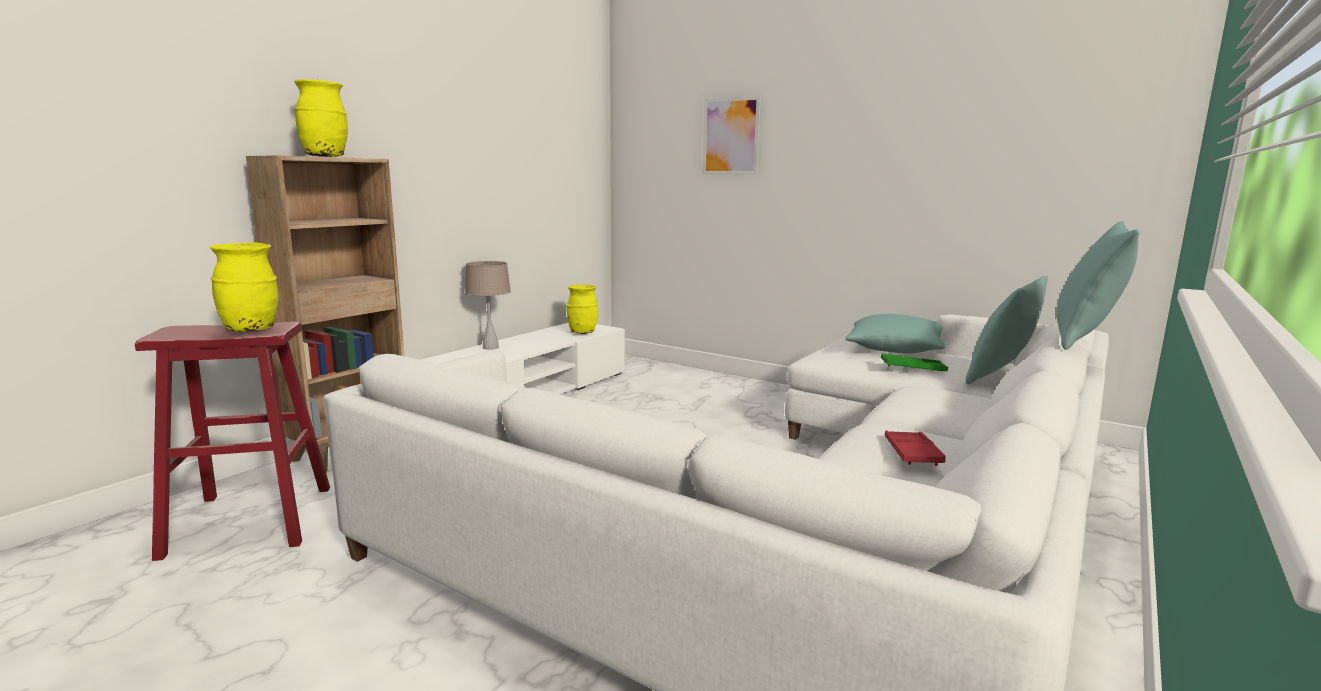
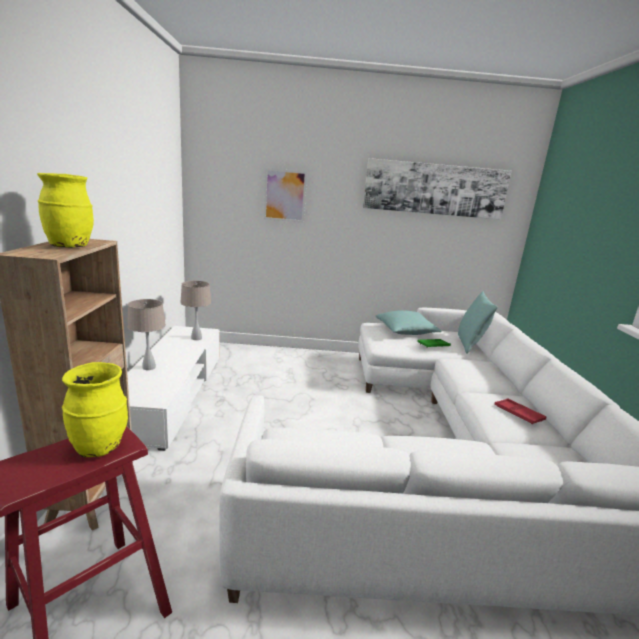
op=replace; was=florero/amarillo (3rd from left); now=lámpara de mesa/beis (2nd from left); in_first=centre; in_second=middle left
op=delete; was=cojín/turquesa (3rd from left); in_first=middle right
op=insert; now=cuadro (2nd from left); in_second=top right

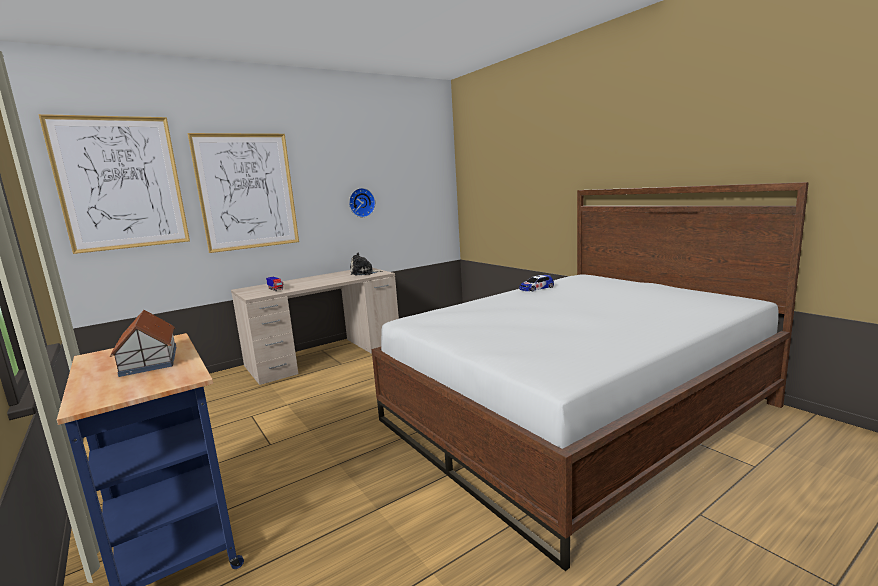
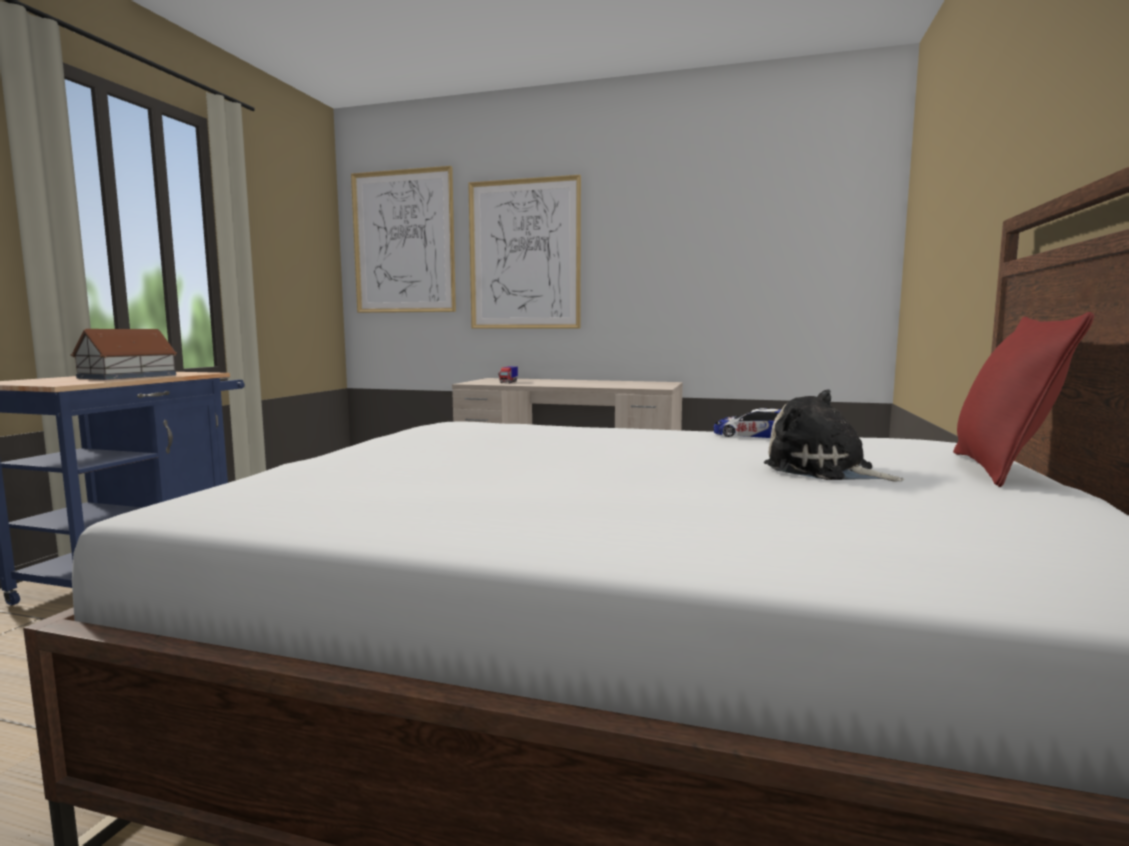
op=delete; was=reloj de pared; in_first=centre
op=move; was=peluche; in_first=centre; in_second=middle right
op=insert; now=cojín/rojo; in_second=middle right

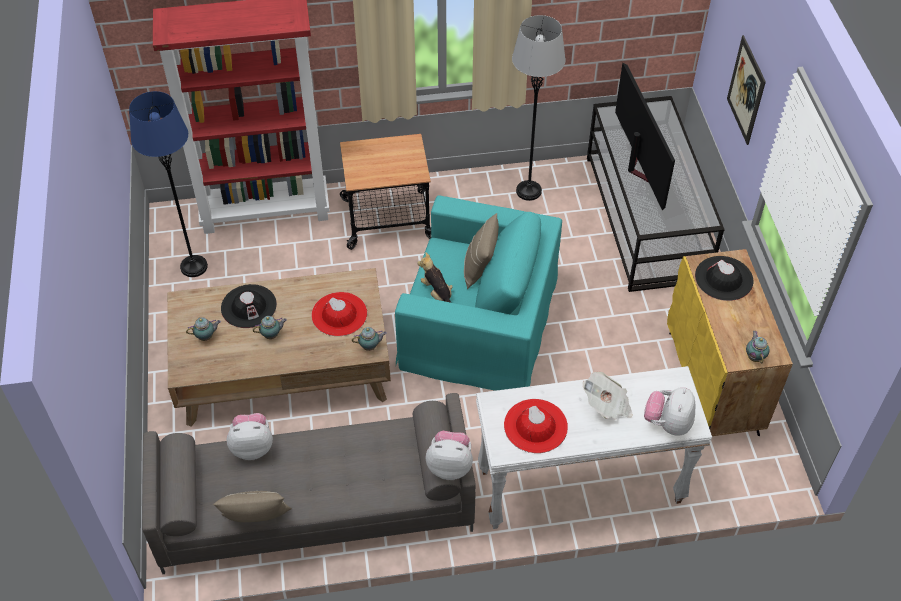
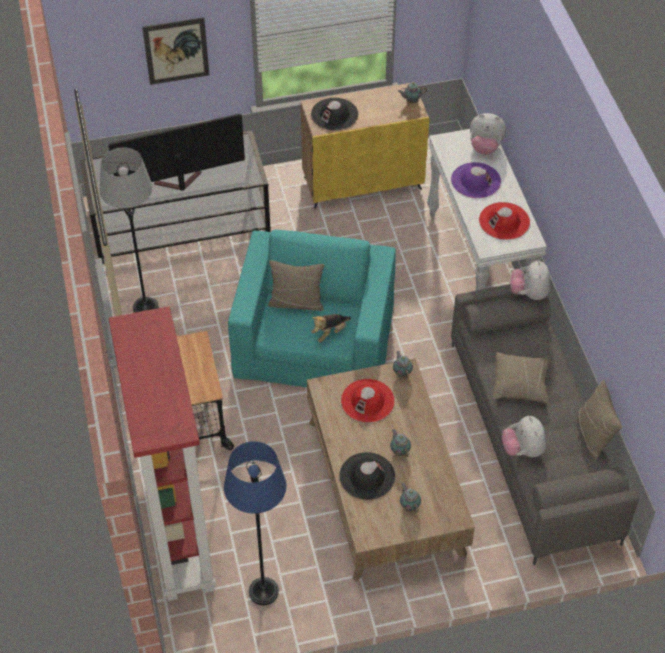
op=replace; was=periódico; now=sombrero/morado; in_first=middle right; in_second=top right
op=insert; now=cojín/beis (2nd from left); in_second=middle right

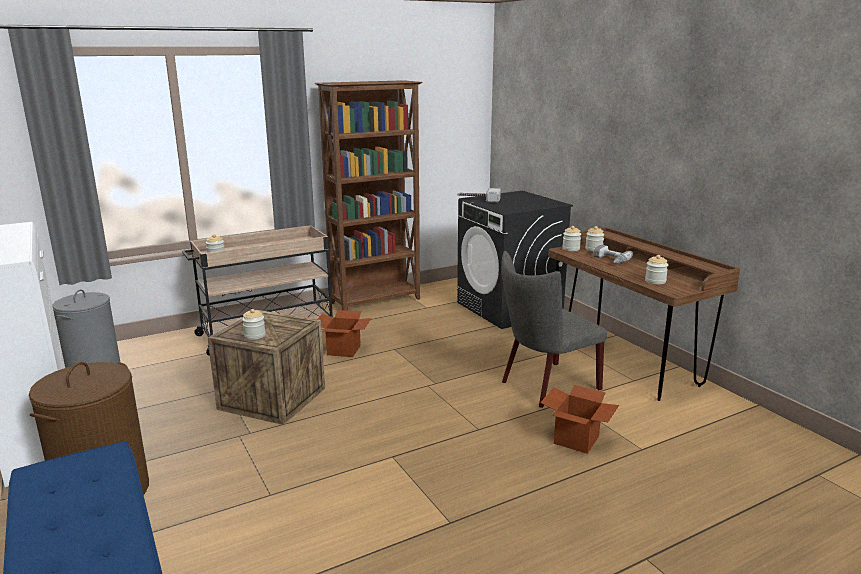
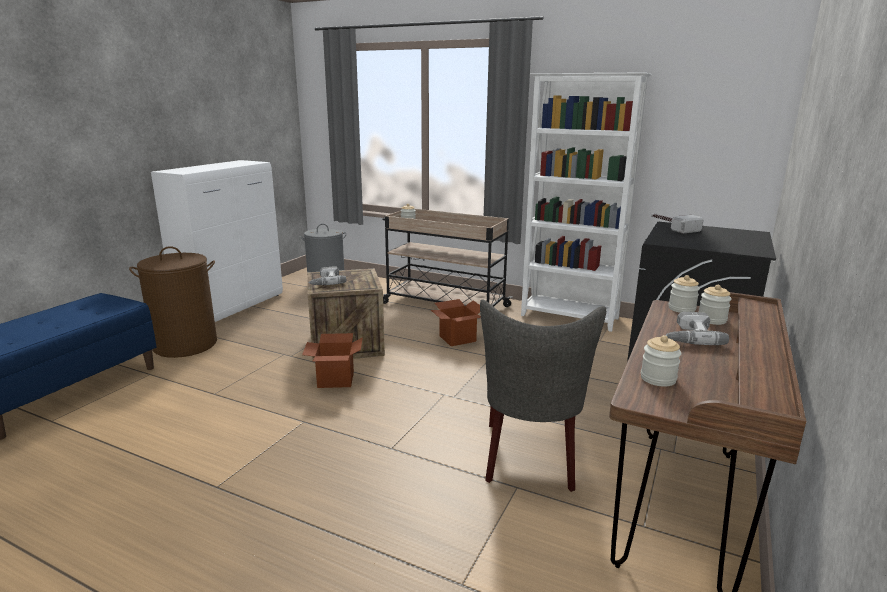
op=replace; was=tarro (2nd from left); now=taladro (1st from left); in_first=middle left; in_second=centre
op=recolor; was=estantería/marrón; now=estantería/blanco; in_first=centre; in_second=centre
op=rotate; was=silla/gris; in_first=centre; in_second=bottom centre; clockwise=-105
op=move; was=caja de cartón (2nd from left in the first image); now=caja de cartón (1st from left); in_first=bottom right; in_second=centre

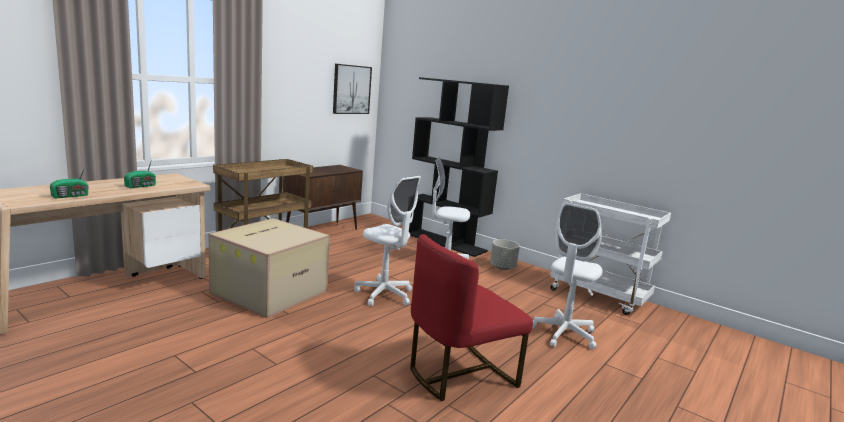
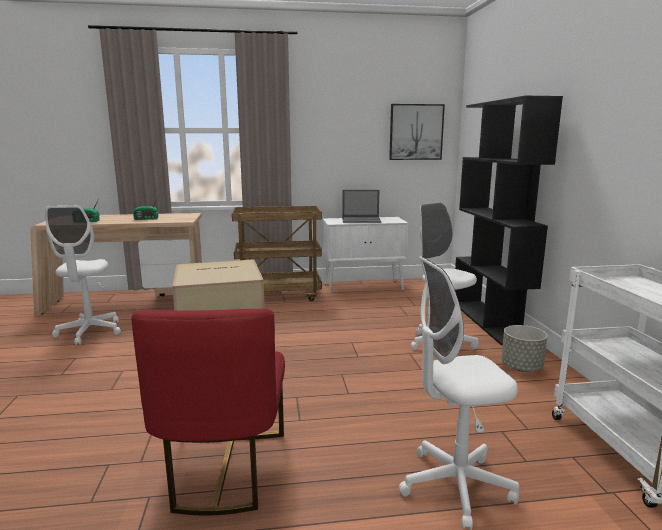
op=recolor; was=armario/marrón; now=armario/blanco; in_first=centre; in_second=centre
op=move; was=silla de oficina/blanco (1st from left); in_first=centre; in_second=middle left
op=rotate; was=silla/rojo; in_first=bottom centre; in_second=bottom left; clockwise=-105
op=insert; now=portátil; in_second=centre

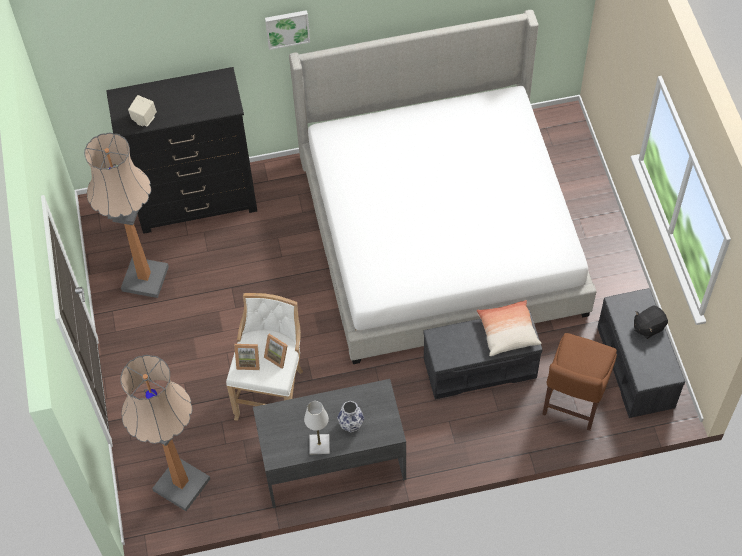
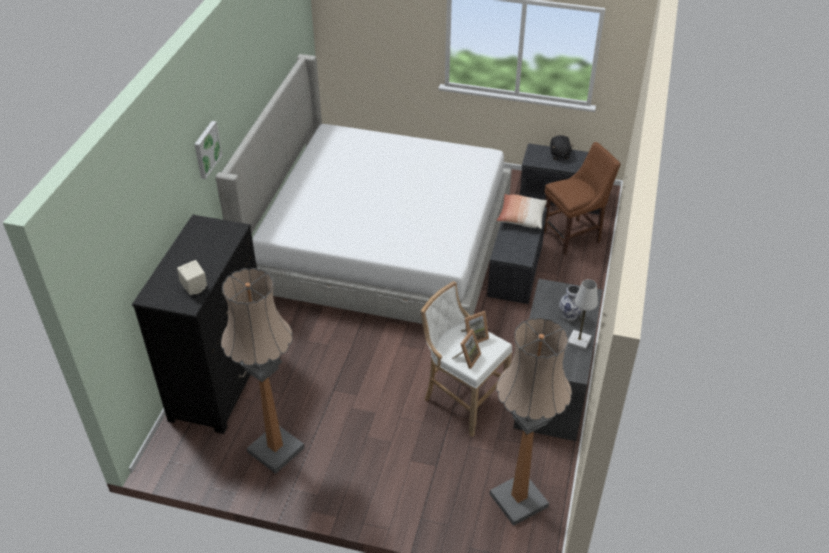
op=rotate; was=silla/marrón; in_first=bottom right; in_second=middle right; clockwise=-75

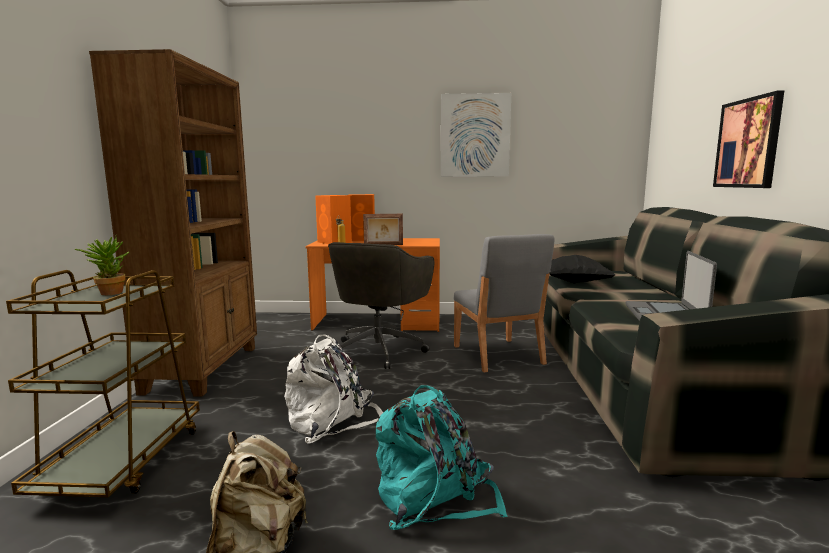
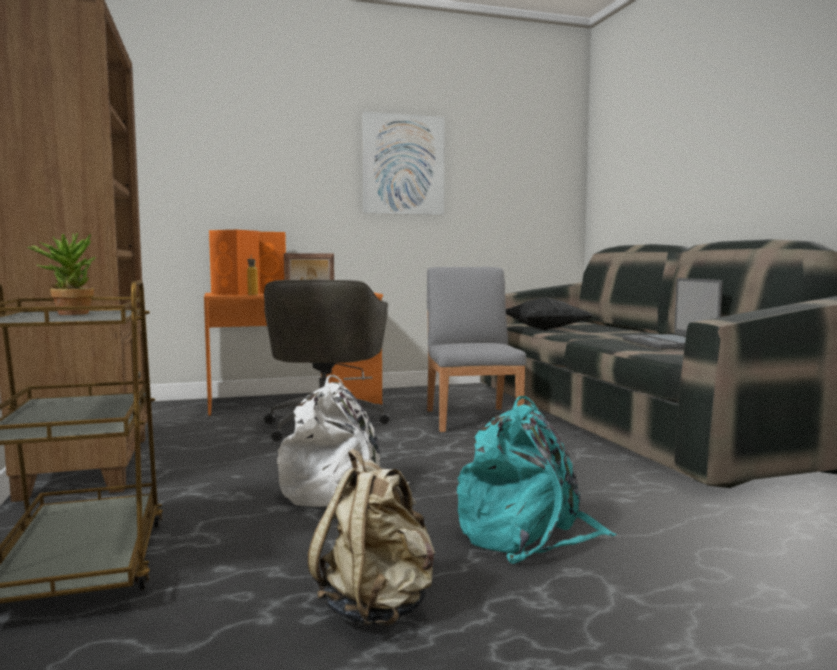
op=rotate; was=silla/gris; in_first=centre; in_second=centre; clockwise=-150
op=delete; was=cuadro (2nd from left); in_first=top right

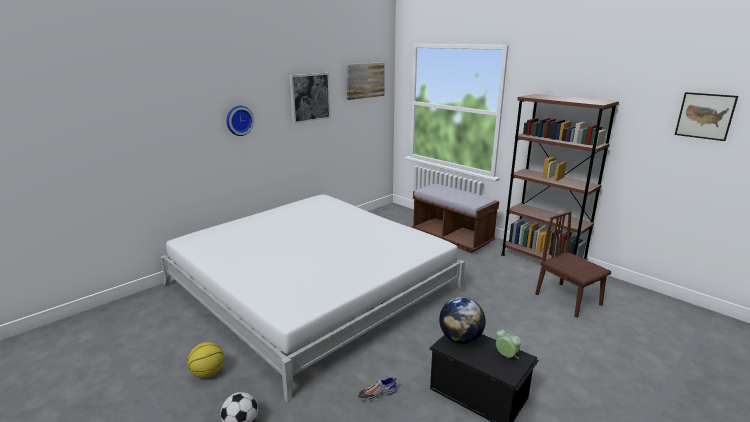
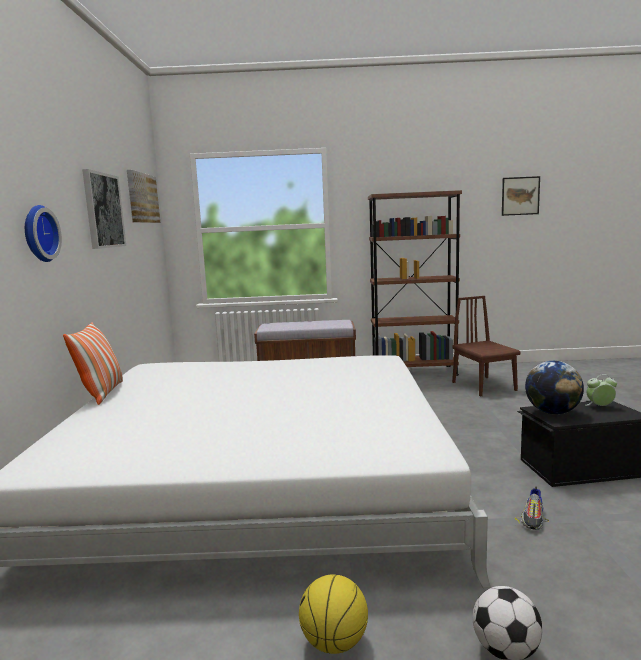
op=rotate; was=silla/marrón; in_first=middle right; in_second=middle right; clockwise=60
op=insert; now=cojín; in_second=middle left

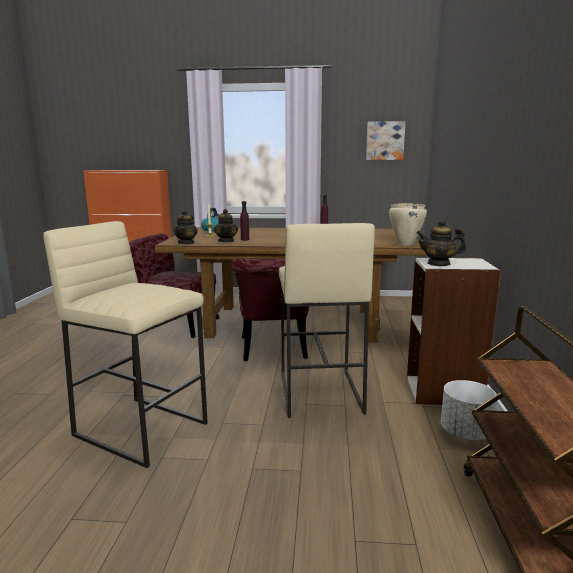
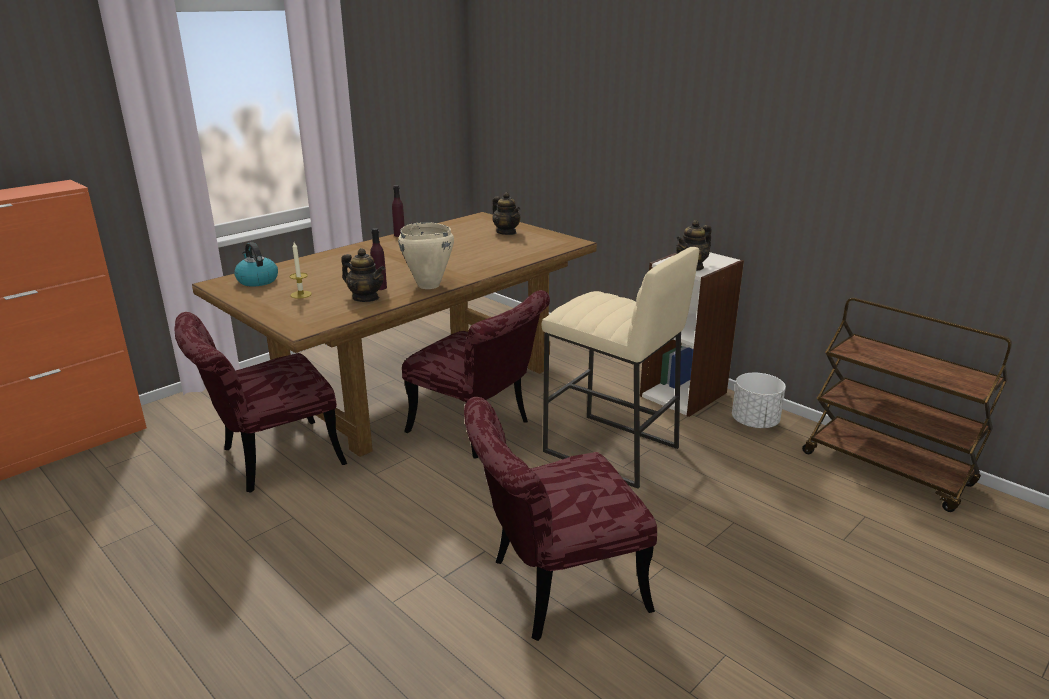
op=replace; was=taburete/beis (1st from left); now=silla/rojo (3rd from left); in_first=middle left; in_second=bottom centre
op=move; was=tetera (1st from left in the first image); now=tetera (2nd from left); in_first=middle left; in_second=top centre
op=delete; was=cuadro; in_first=top right
op=move; was=olla/beis; in_first=middle right; in_second=centre

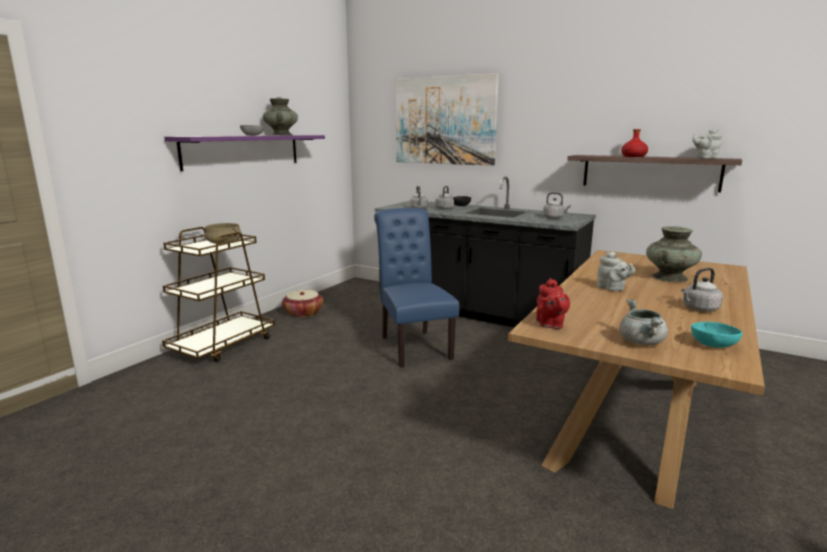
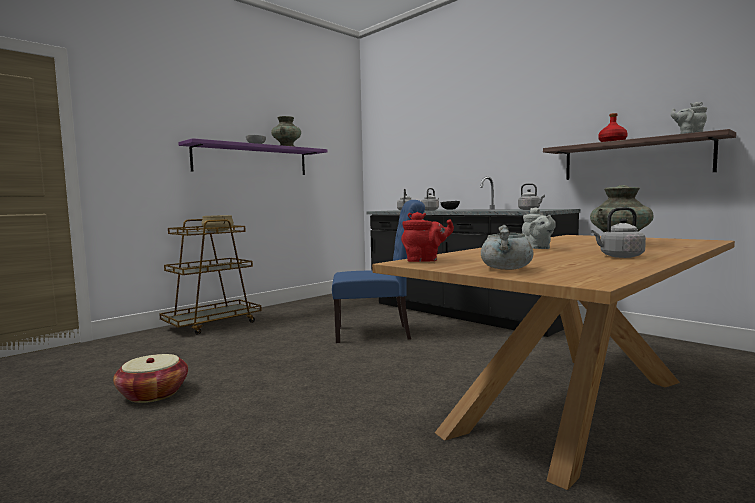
op=move; was=cesta; in_first=centre; in_second=bottom left
op=rotate; was=silla/azul; in_first=centre; in_second=centre; clockwise=90
op=delete; was=cuadro; in_first=top centre
op=rotate; was=tetera/rojo; in_first=middle right; in_second=centre; clockwise=-105
op=delete; was=cuenco/turquesa; in_first=middle right

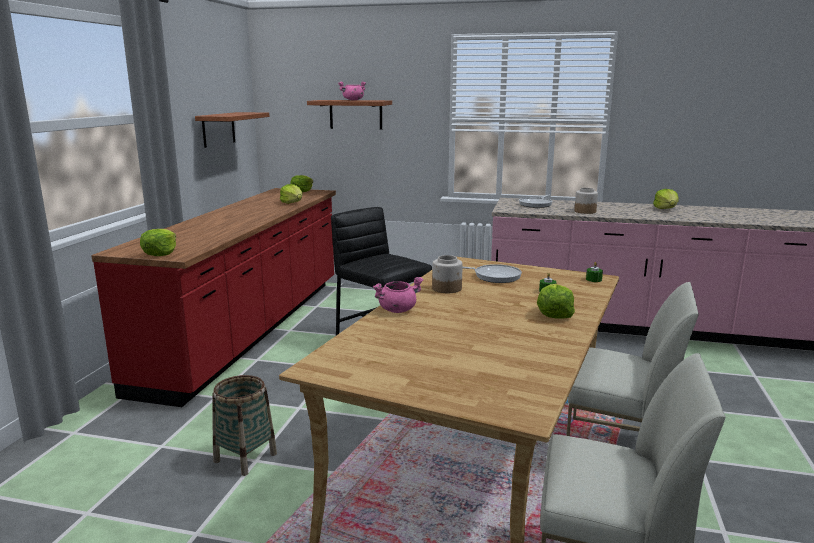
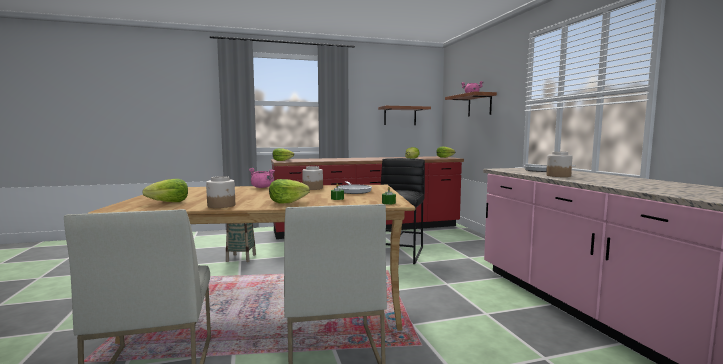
op=move; was=lechuga (5th from left in the first image); now=lechuga (1st from left); in_first=middle right; in_second=middle left
op=insert; now=tarro (1st from left); in_second=middle left

